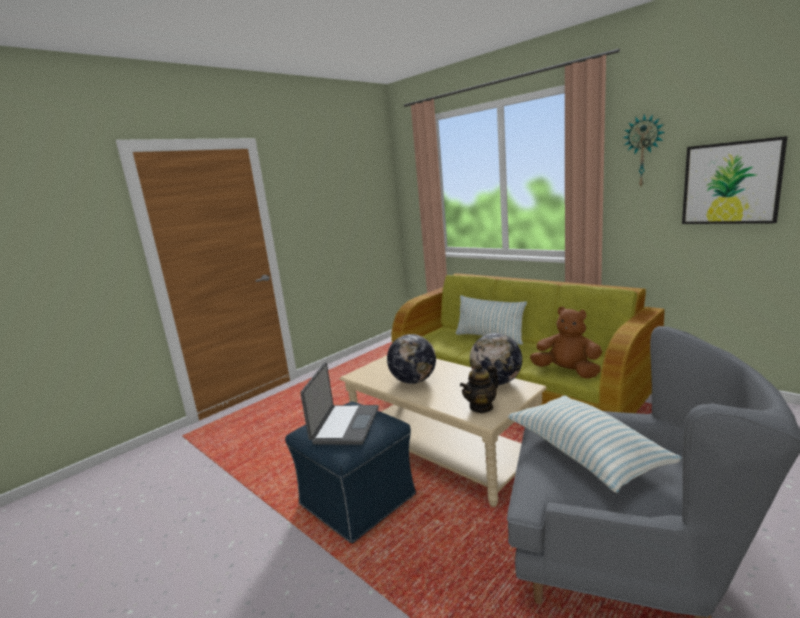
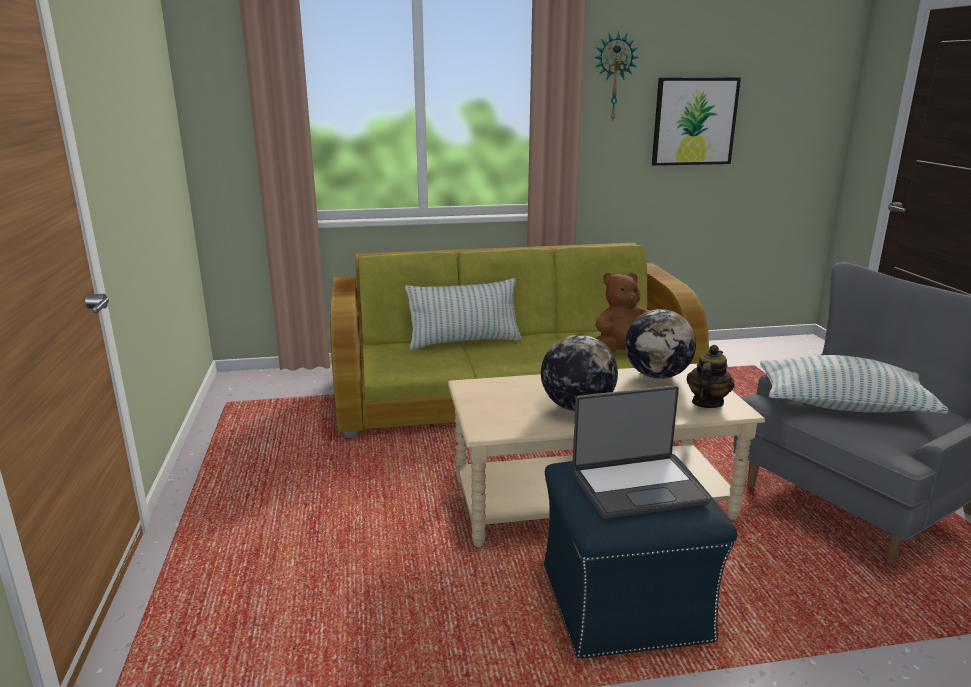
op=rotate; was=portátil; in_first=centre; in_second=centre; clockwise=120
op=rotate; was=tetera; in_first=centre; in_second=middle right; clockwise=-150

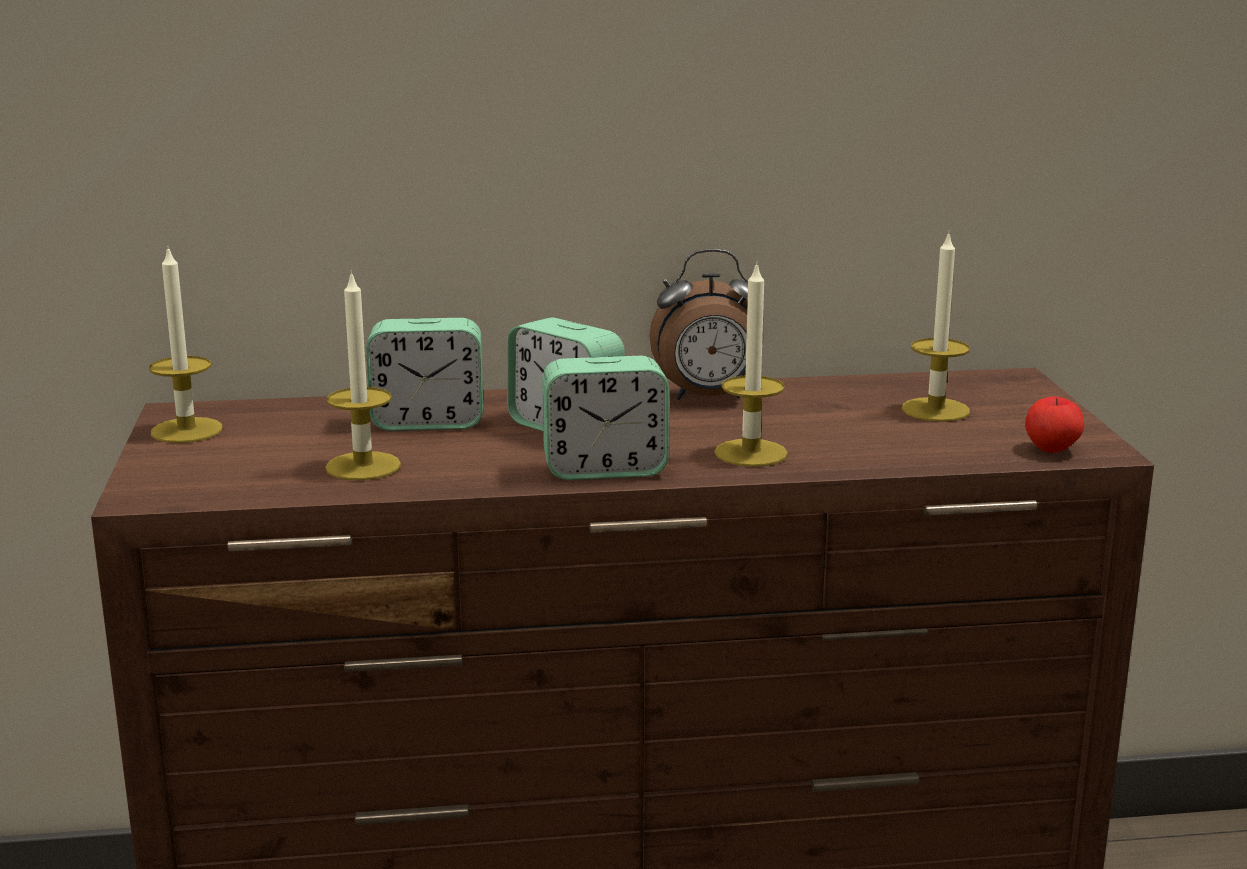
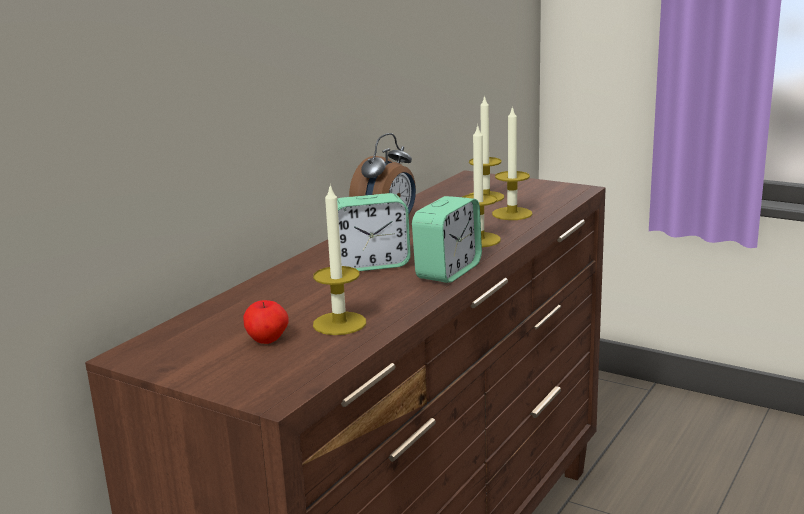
op=move; was=vela (1st from left in the first image); now=vela (4th from left); in_first=middle left; in_second=top centre
op=delete; was=despertador (1st from left); in_first=centre
op=move; was=manzana; in_first=middle right; in_second=middle left

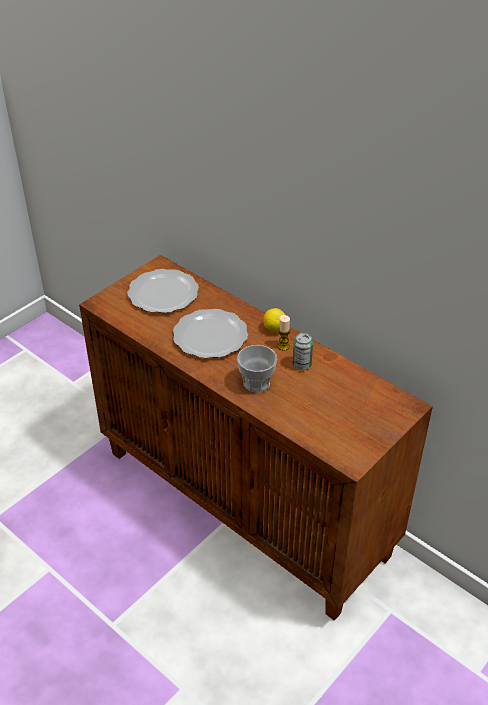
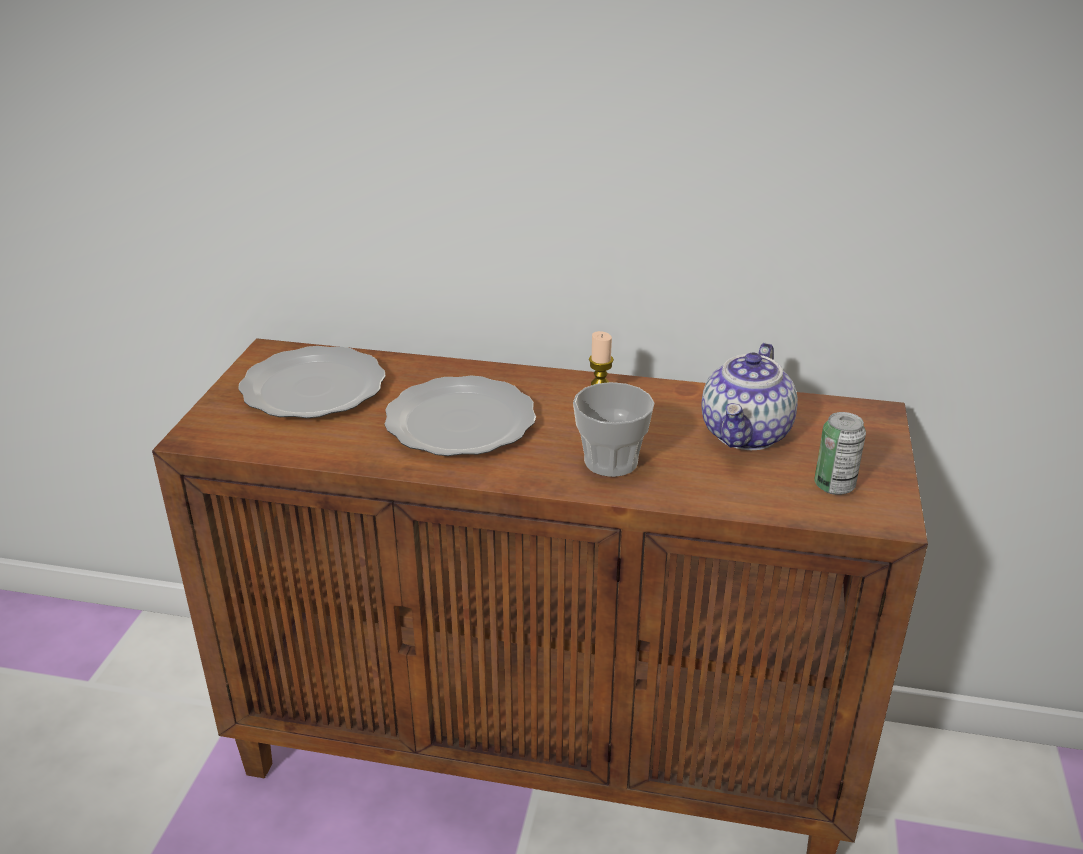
op=delete; was=limón; in_first=centre
op=move; was=lata; in_first=centre; in_second=middle right
op=insert; now=tetera; in_second=middle right

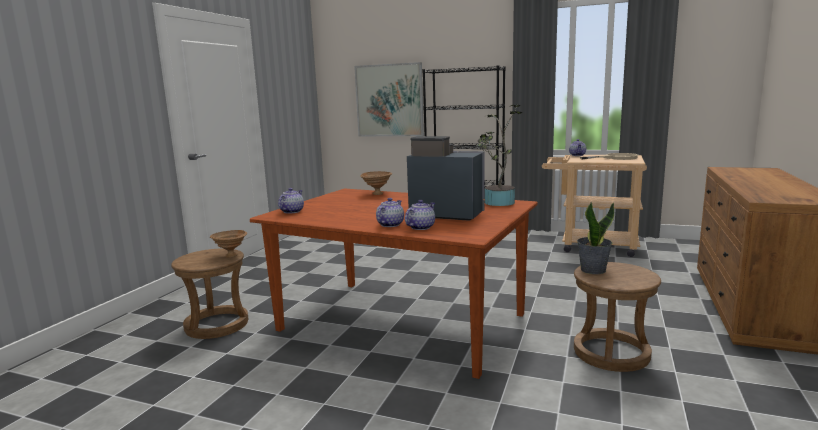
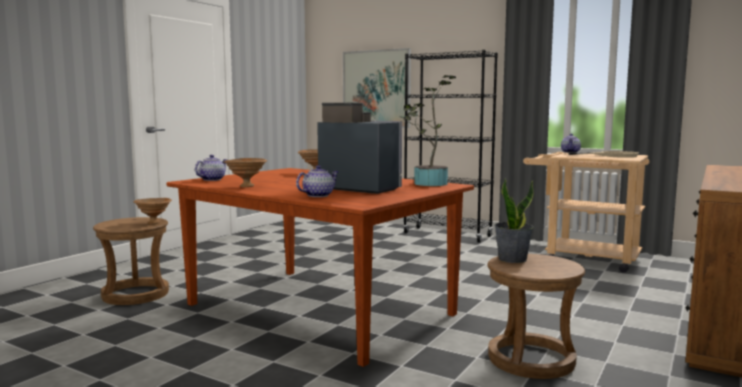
op=delete; was=tetera (2nd from left); in_first=centre
op=insert; now=cuenco/marrón (2nd from left); in_second=middle left

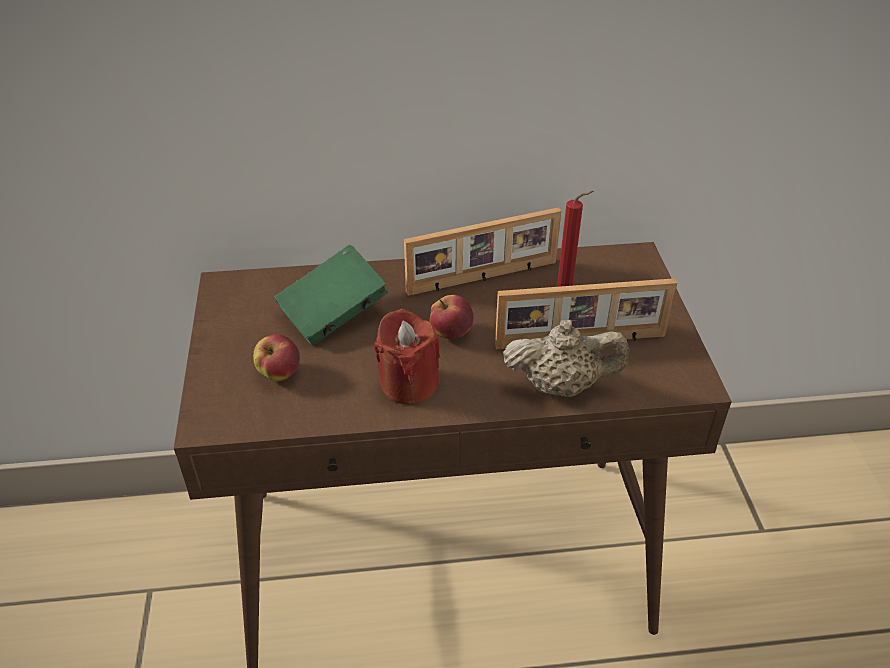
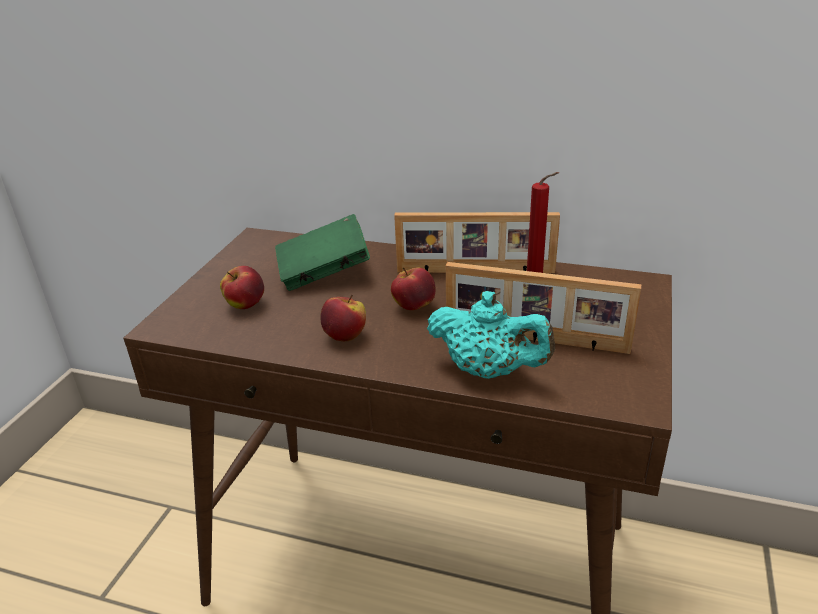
op=replace; was=vela/rojo (1st from left); now=manzana (2nd from left); in_first=centre; in_second=centre
op=recolor; was=tetera/beis; now=tetera/turquesa; in_first=centre; in_second=centre

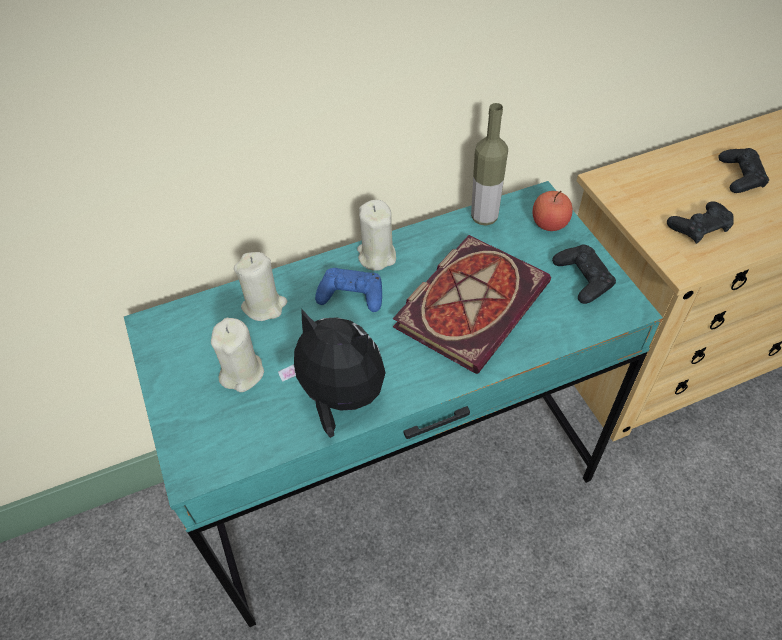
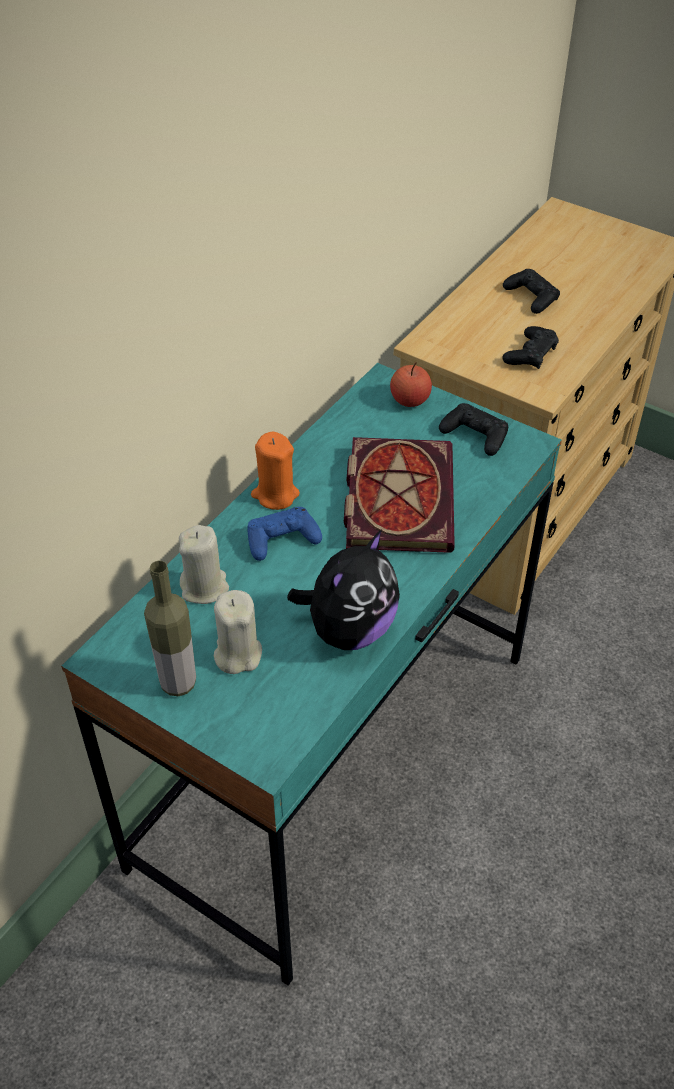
op=rotate; was=peluche; in_first=centre; in_second=centre; clockwise=135
op=recolor; was=vela/beis (3rd from left); now=vela/naranja; in_first=centre; in_second=centre
op=move; was=botella; in_first=top centre; in_second=middle left

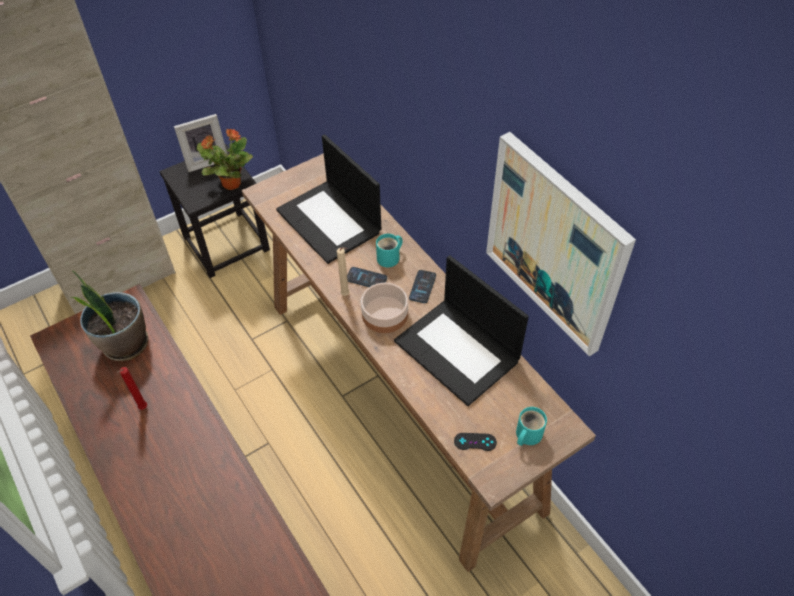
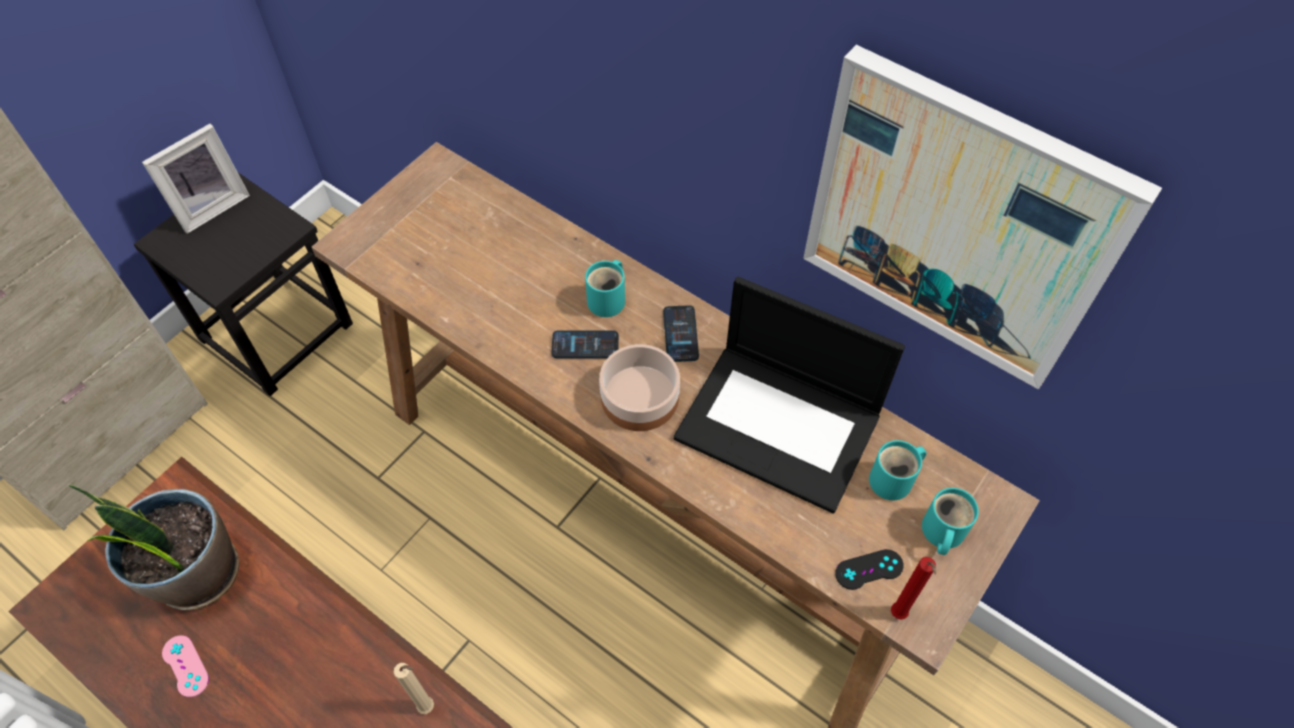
op=move; was=vela/rojo; in_first=middle left; in_second=bottom right
op=delete; was=planta en maceta (2nd from left); in_first=top left
op=delete; was=portátil (1st from left); in_first=centre
op=move; was=vela/beis; in_first=centre; in_second=bottom left
op=insert; now=mando de consola/rosa; in_second=bottom left
op=insert; now=taza grande/turquesa (2nd from left); in_second=middle right

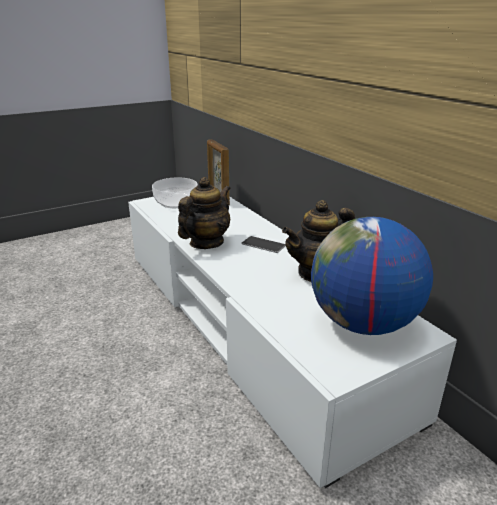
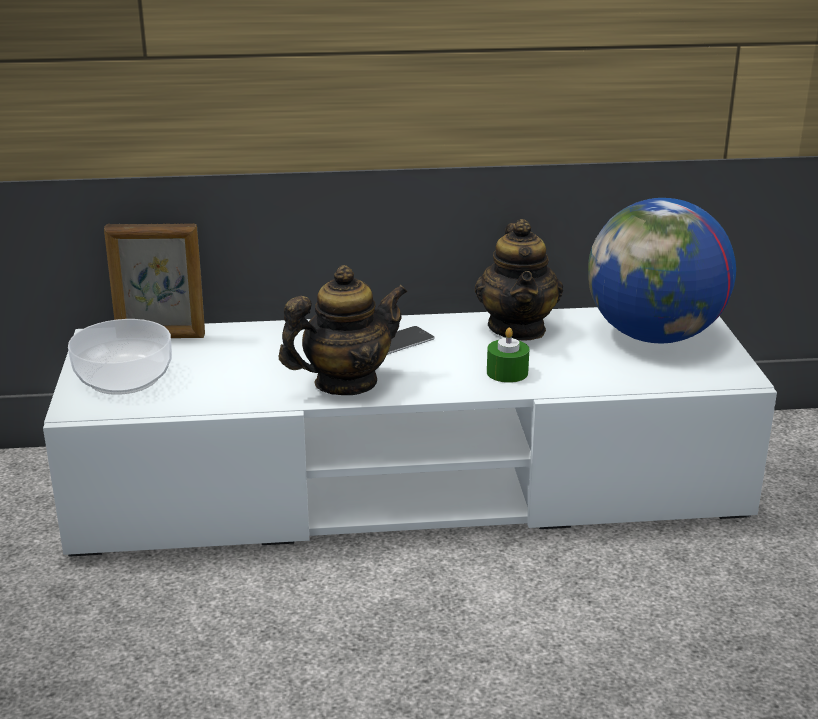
op=rotate; was=tetera (1st from left); in_first=centre; in_second=centre; clockwise=90
op=insert; now=vela/verde; in_second=centre

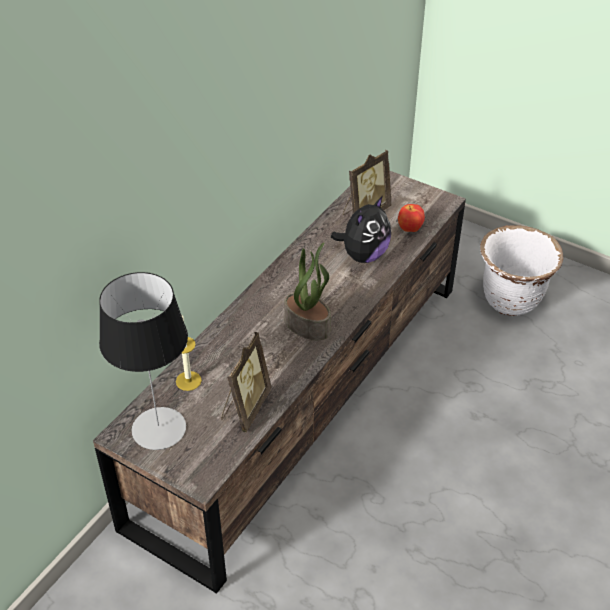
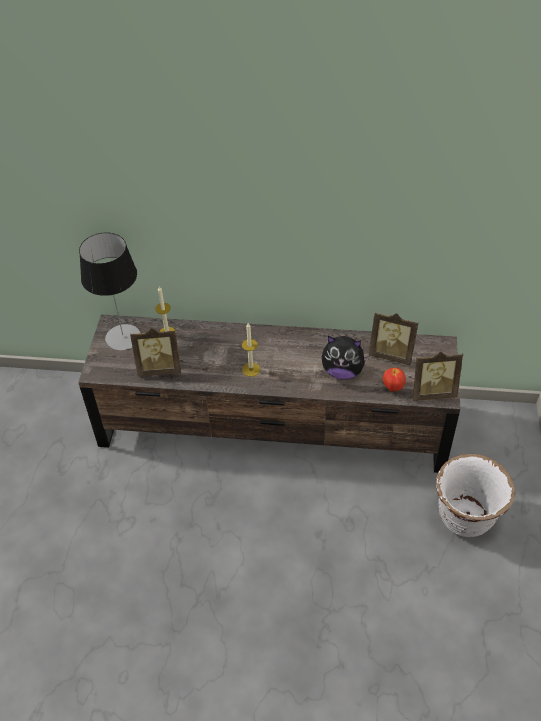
op=replace; was=planta en maceta; now=vela (2nd from left); in_first=centre; in_second=centre
op=insert; now=portarretratos (3rd from left); in_second=middle right

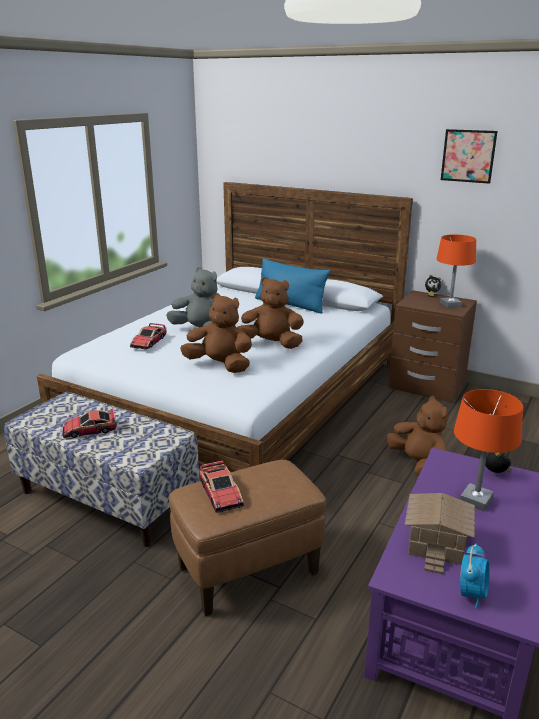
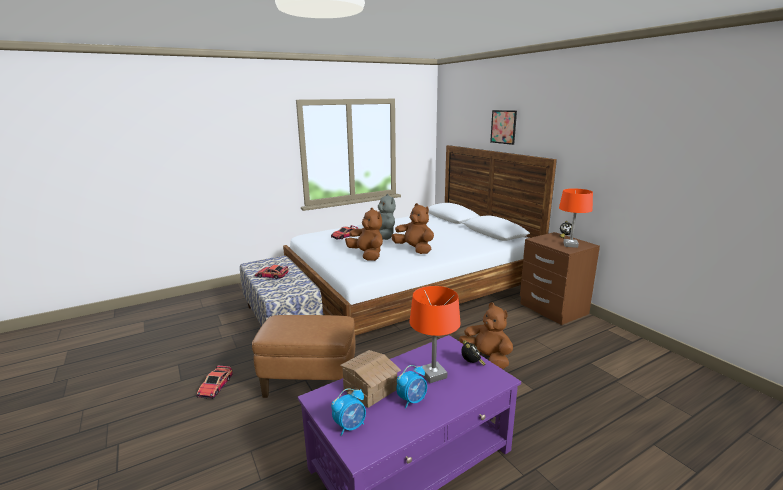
op=move; was=coche de juguete (3rd from left in the first image); now=coche de juguete (1st from left); in_first=bottom centre; in_second=bottom left
op=delete; was=cojín/azul; in_first=centre
op=rotate; was=peluche/marrón (3rd from left); in_first=middle right; in_second=bottom centre; clockwise=-45
op=move; was=cuadro; in_first=top right; in_second=top centre
op=insert; now=despertador (2nd from left); in_second=bottom centre

